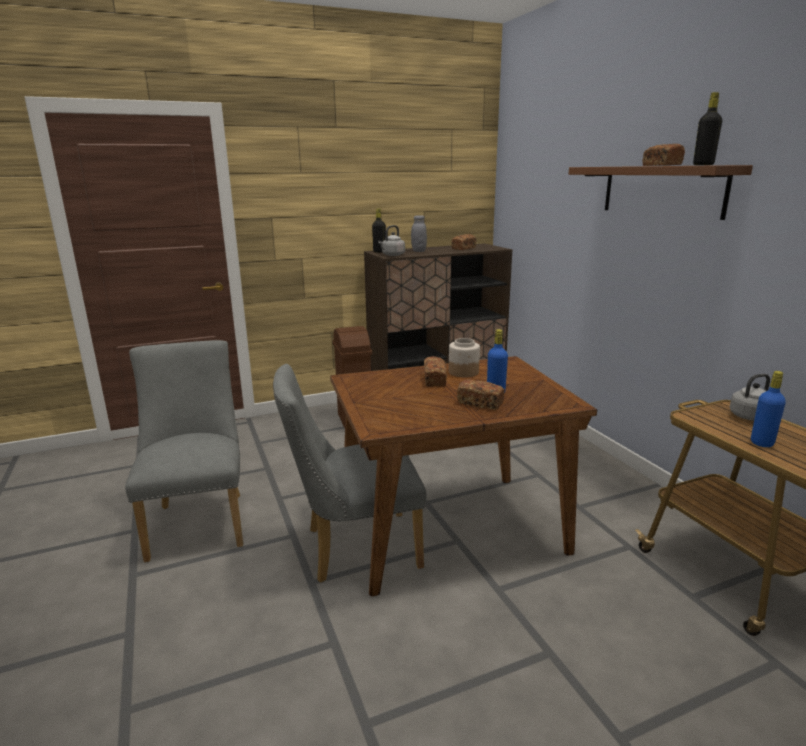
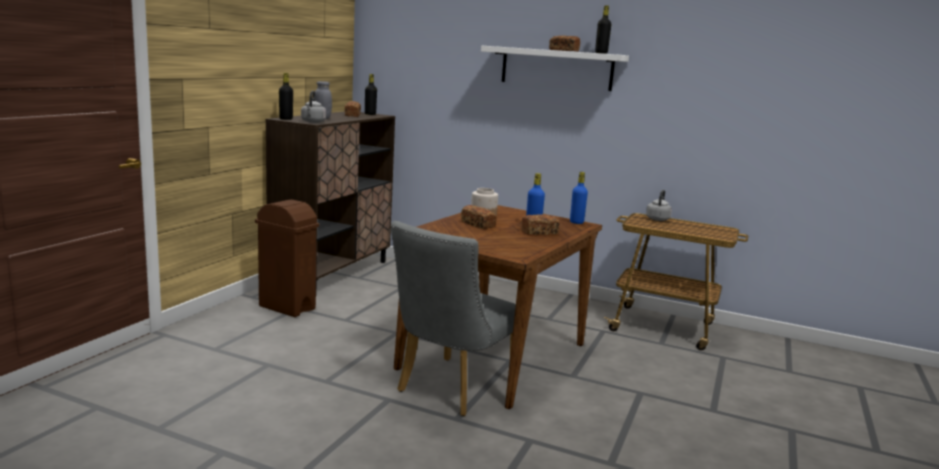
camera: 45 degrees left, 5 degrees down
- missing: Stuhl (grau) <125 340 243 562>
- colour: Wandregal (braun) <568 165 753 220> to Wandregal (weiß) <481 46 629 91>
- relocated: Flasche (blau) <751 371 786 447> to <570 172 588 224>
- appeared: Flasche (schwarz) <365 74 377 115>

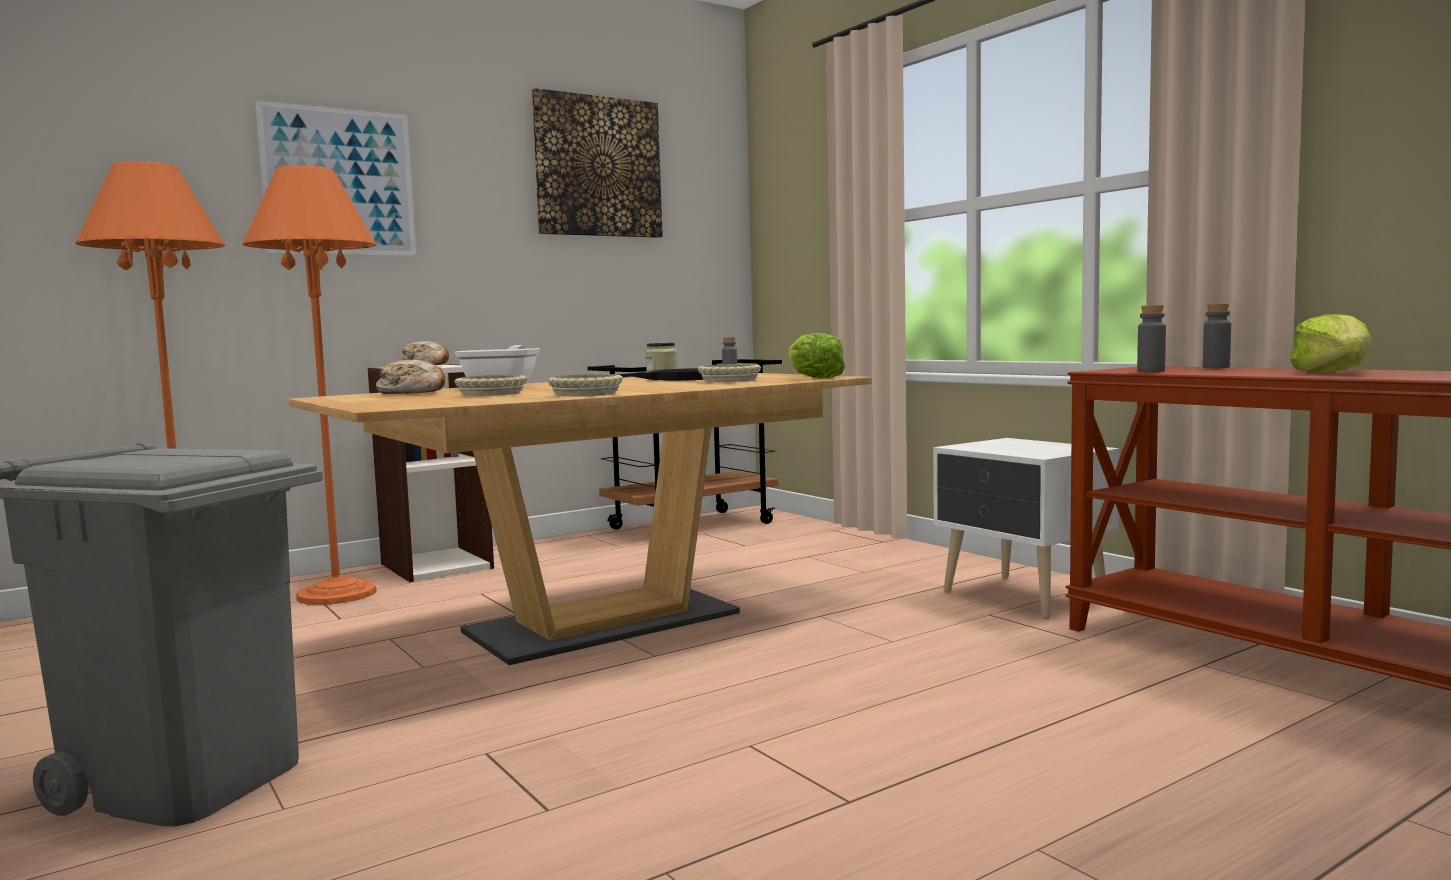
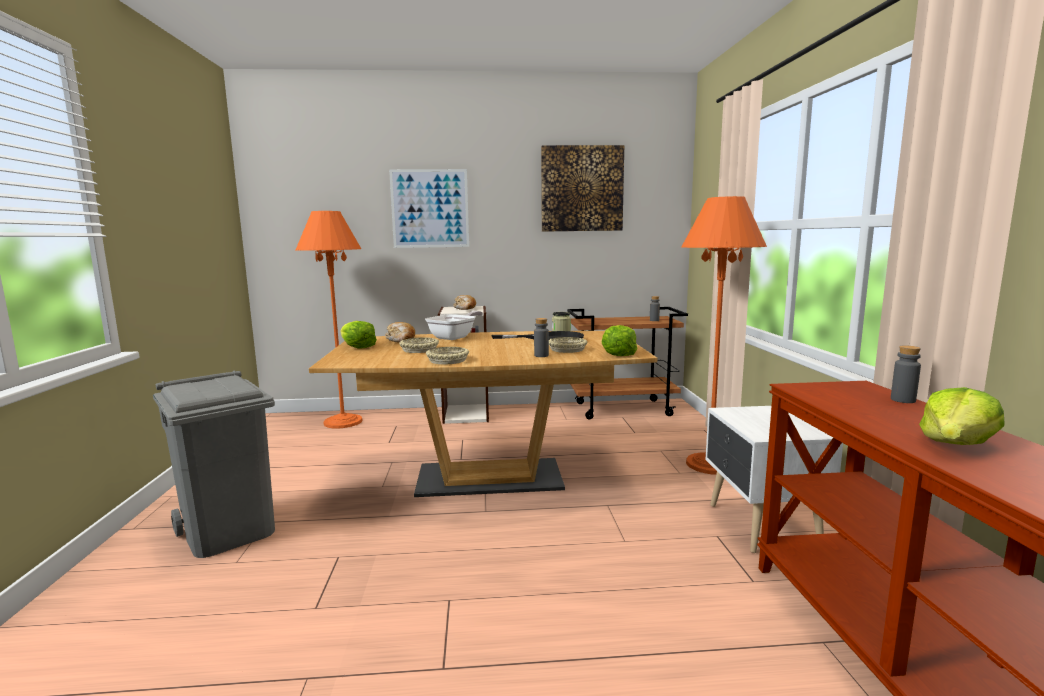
camera: 30 degrees right, 5 degrees up
- relocated: Stehlampe (orange) <242 165 377 605> to <682 196 767 475>
- relocated: Flasche (grau) <1137 305 1166 372> to <534 318 549 357>
- appeared: Salatkopf <340 321 377 349>

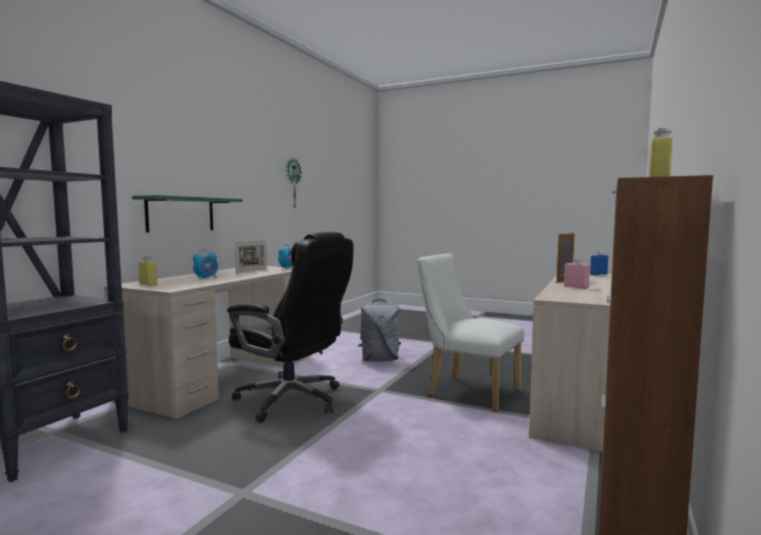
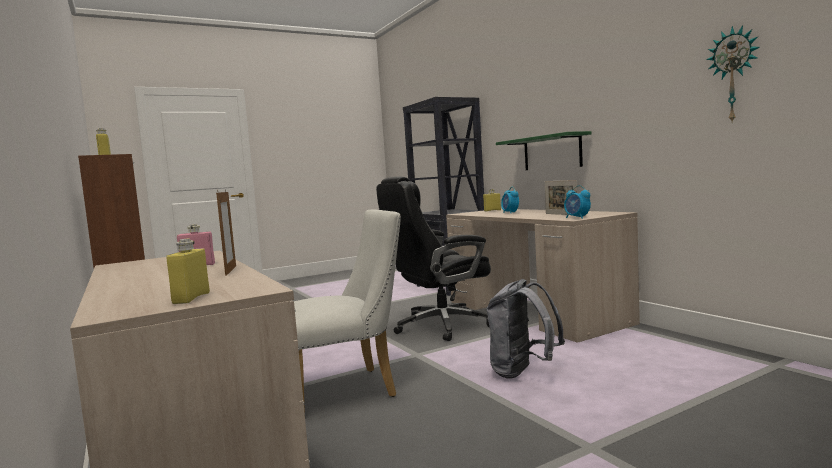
camera: 125 degrees right, 0 degrees up
- colour: Flasche (blau) <590 250 608 276> to Flasche (gelb) <167 239 210 304>

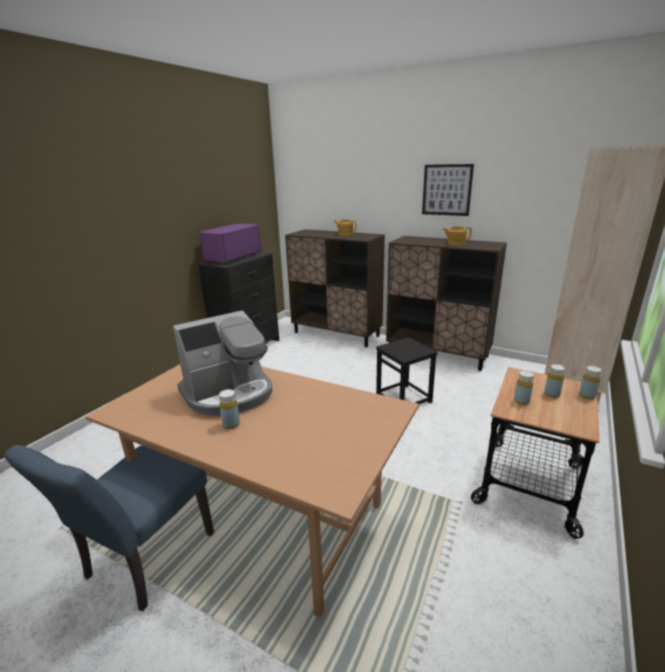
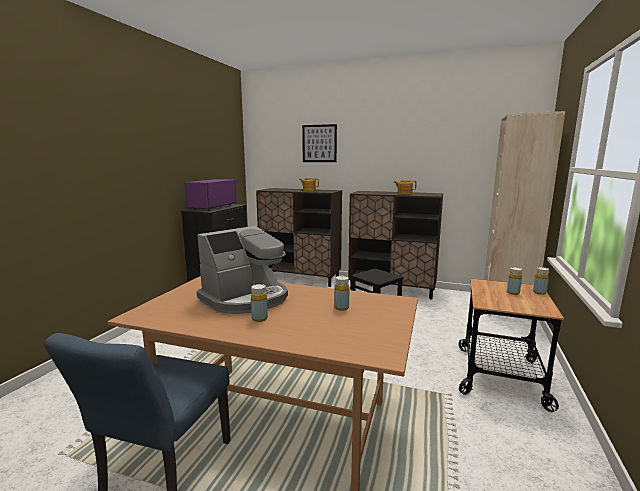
camera: 10 degrees left, 10 degrees down
- relocated: Bild <422 164 474 216> to <302 124 337 162>
- relocated: Flasche (gelb) <514 371 534 405> to <334 276 349 311>

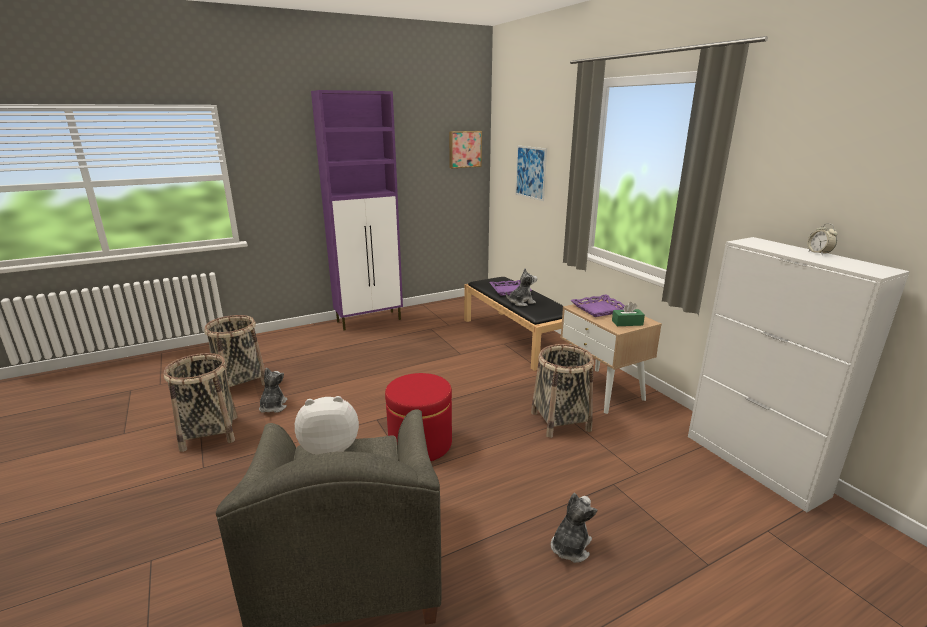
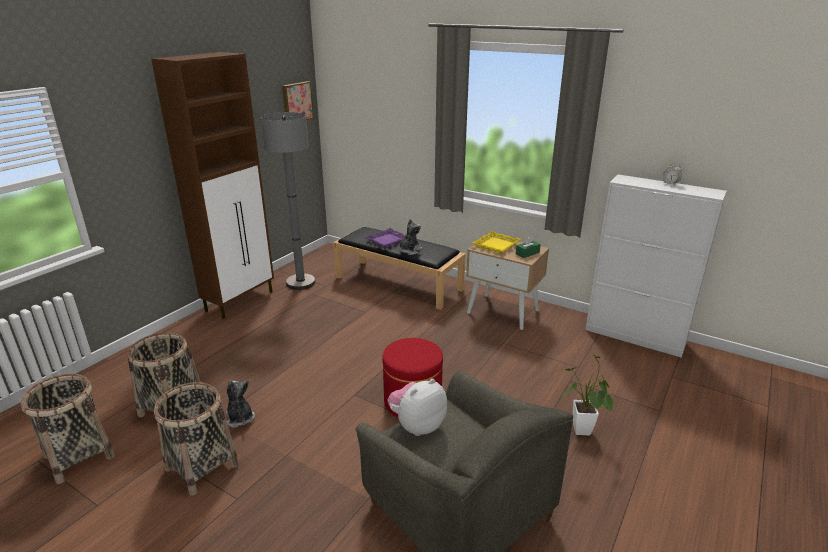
camera: 30 degrees left, 5 degrees up
- colour: Schrank (lila) <311 90 403 331> to Schrank (braun) <151 52 274 319>
- missing: Bild <515 146 547 201>
- relocated: Korb <531 344 594 438> to <21 373 115 484>
- exchanged: Plüschtier <551 493 597 563> to Topfpflanze <562 355 613 435>
- colour: Tablett (lila) <571 294 628 317> to Tablett (gelb) <472 231 521 254>
- appeared: Stehlampe (grau) <261 112 315 290>

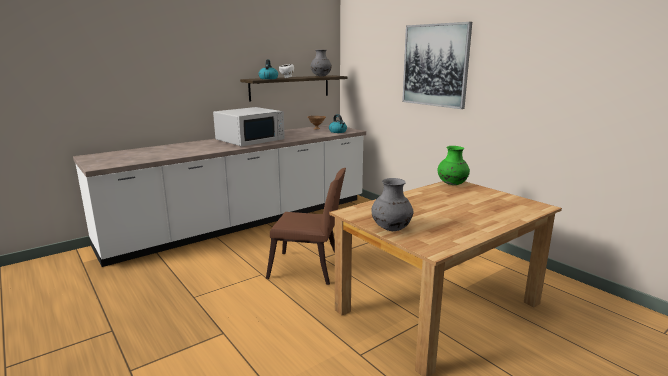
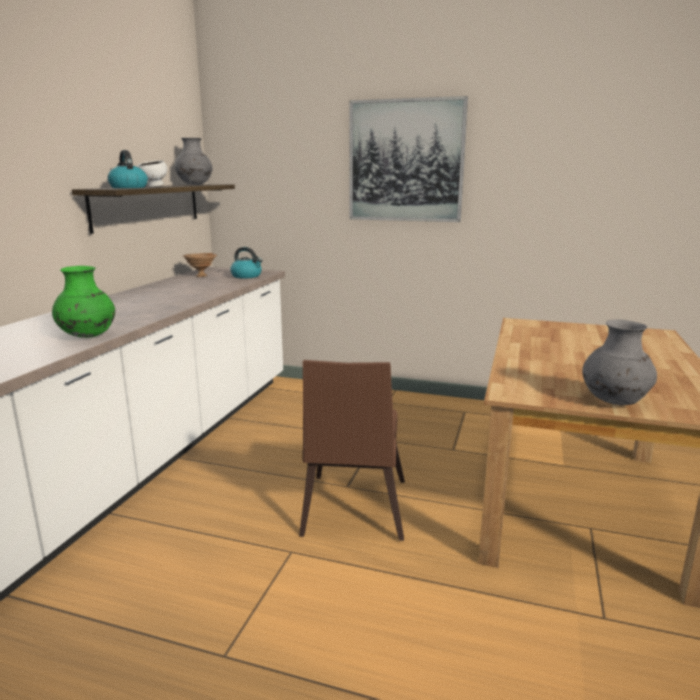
camera: 35 degrees left, 0 degrees up
- missing: Mikrowelle (weiß) <213 107 285 146>
- spun: Stuhl (braun) <266 168 346 285> = <299 360 405 541> 120 degrees clockwise
- relocated: Vase (grün) <437 146 470 185> to <52 266 115 338>

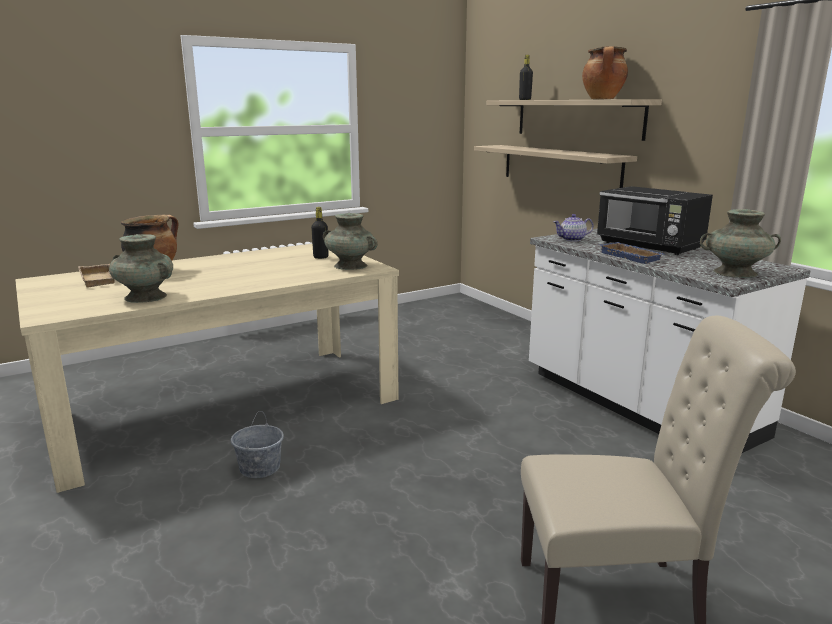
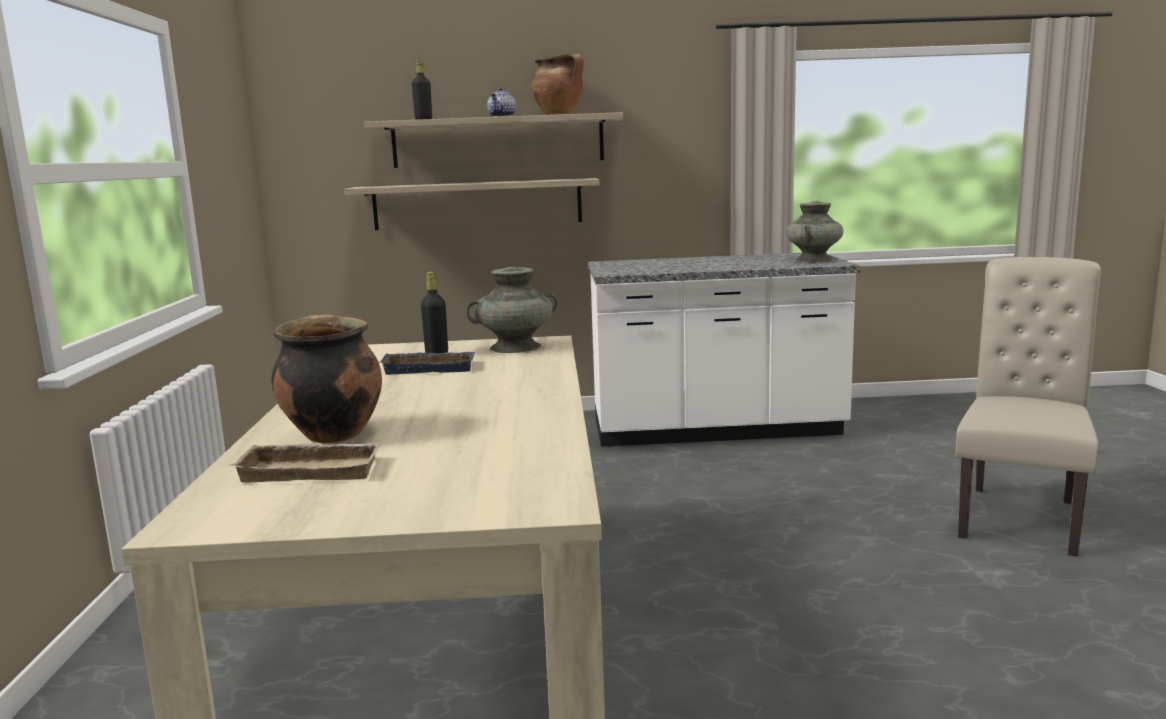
camera: 60 degrees left, 5 degrees down
- missing: Vase (türkis) <109 234 173 303>
- missing: Eimer (grau) <231 411 284 478>
- relocated: Teekanne <554 214 594 242> to <487 88 516 117>
- missing: Mikrowelle (schwarz) <597 186 713 255>
- relocated: Tablett (blau) <599 242 663 264> to <379 352 475 375>

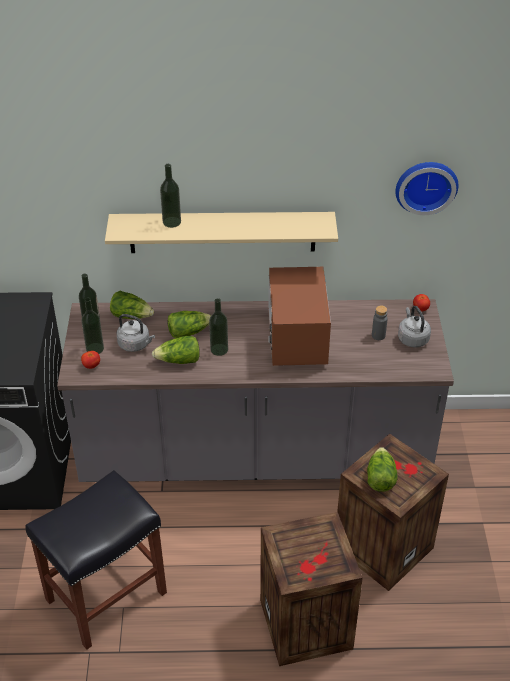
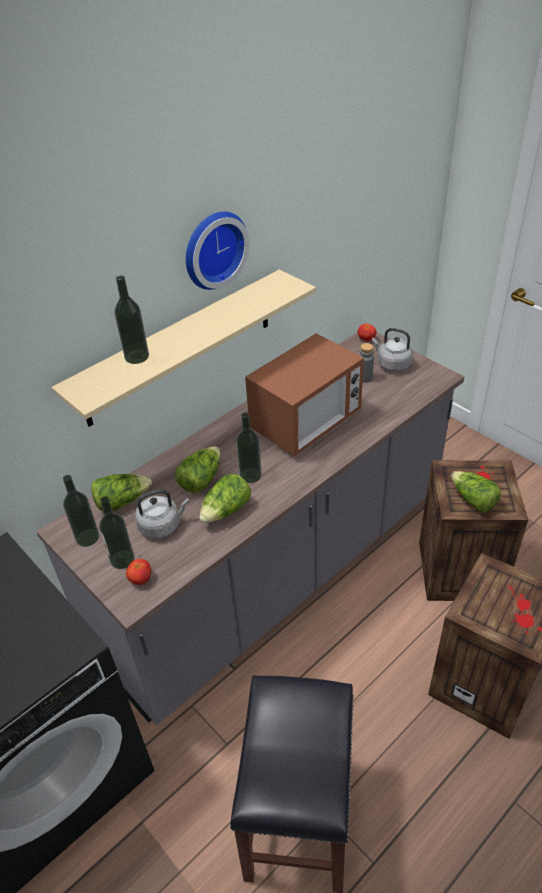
camera: 40 degrees left, 0 degrees up
- spun: Mikrowelle <268 267 331 366> = <245 333 364 456> 90 degrees counterclockwise
- relocated: Wanduhr <395 162 458 215> to <186 212 249 290>

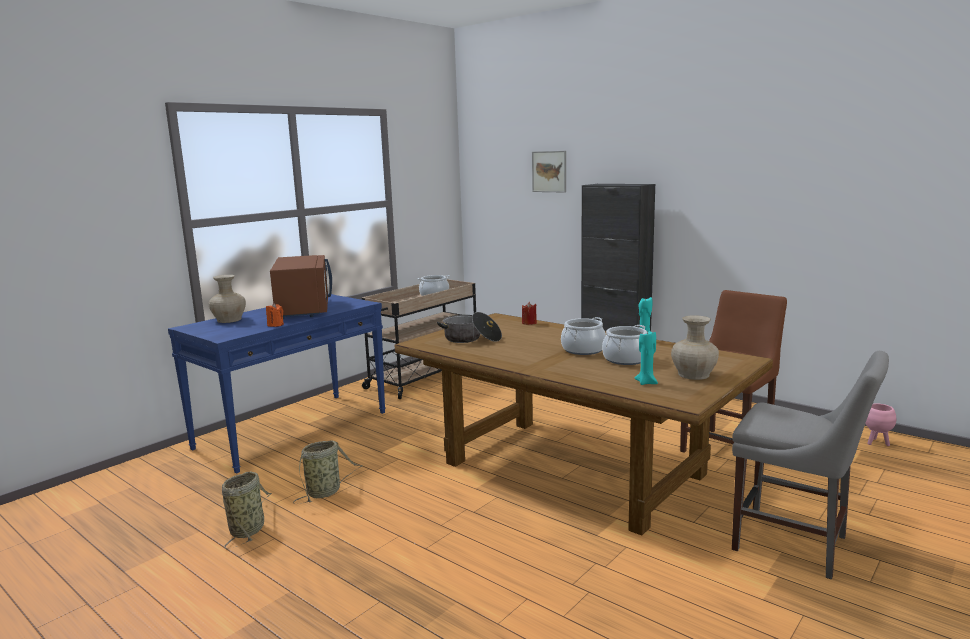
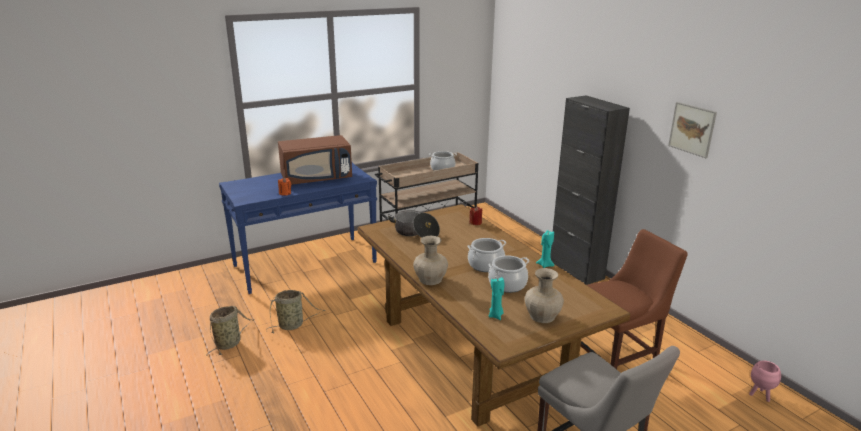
camera: 20 degrees right, 10 degrees up
- relocated: Vase (beige) <209 275 246 323> to <413 236 448 285>
- spun: Mikrowelle (braun) <270 255 332 319> = <278 135 352 185> 60 degrees clockwise
- relocated: Bild <532 151 566 193> to <668 102 717 158>

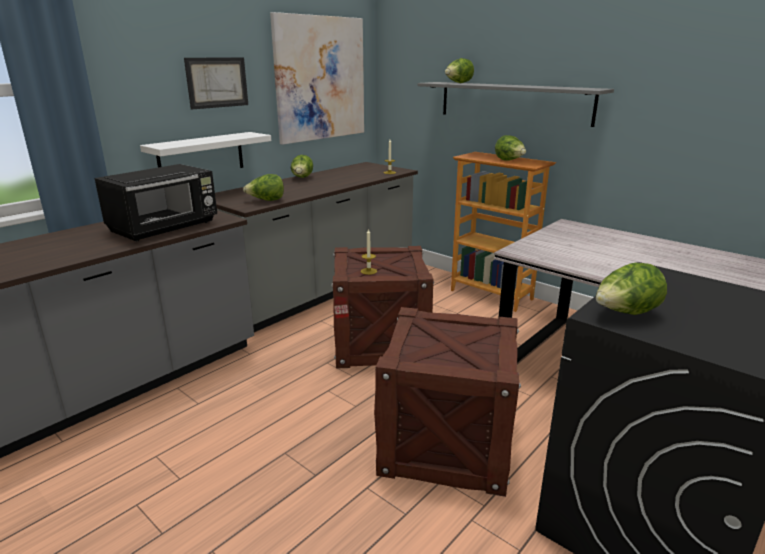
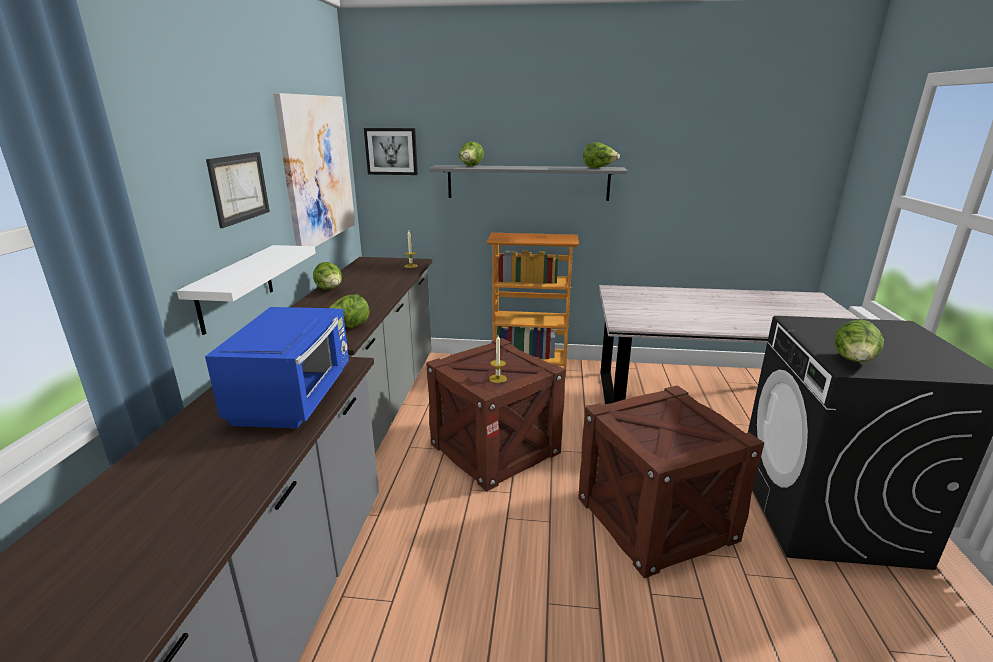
camera: 35 degrees left, 0 degrees up
- colour: Mikrowelle (schwarz) <95 164 217 242> to Mikrowelle (blau) <205 307 349 429>
- relocated: Salatkopf <495 135 526 161> to <583 142 620 168>
- appeared: Bild <364 128 418 175>

